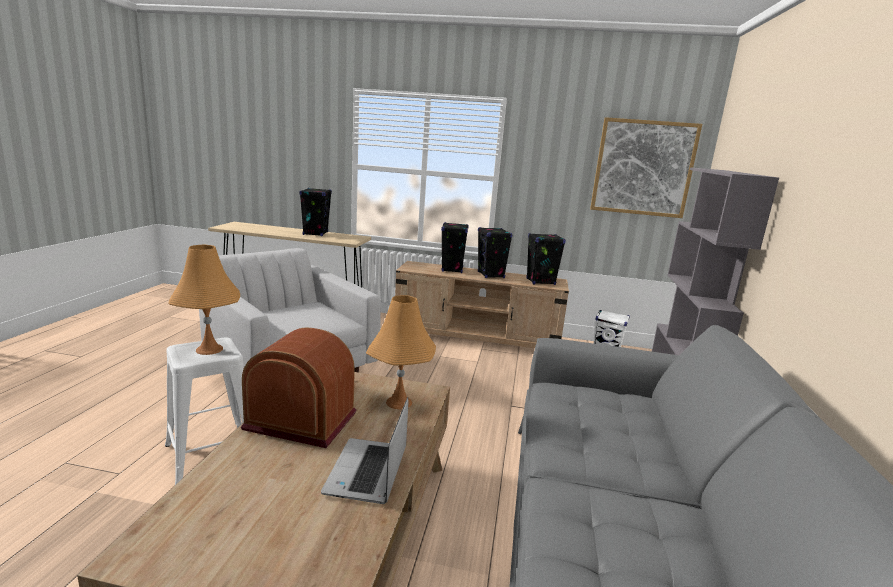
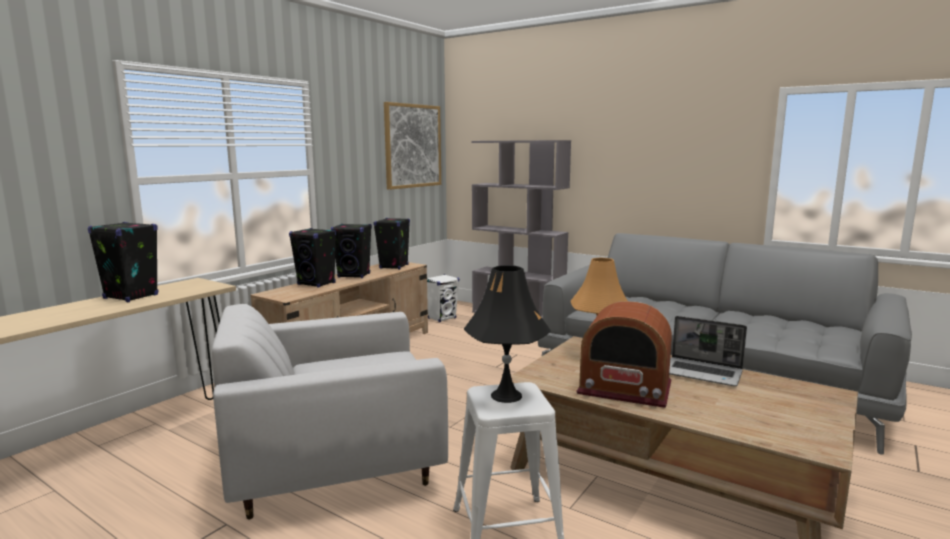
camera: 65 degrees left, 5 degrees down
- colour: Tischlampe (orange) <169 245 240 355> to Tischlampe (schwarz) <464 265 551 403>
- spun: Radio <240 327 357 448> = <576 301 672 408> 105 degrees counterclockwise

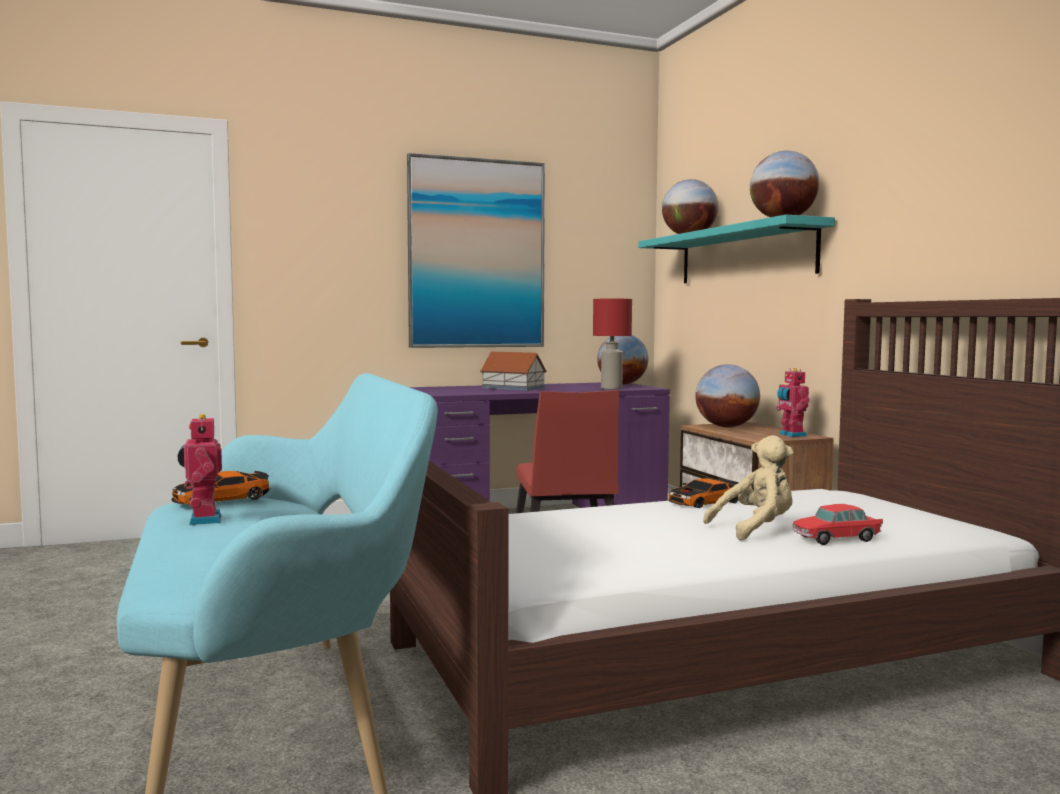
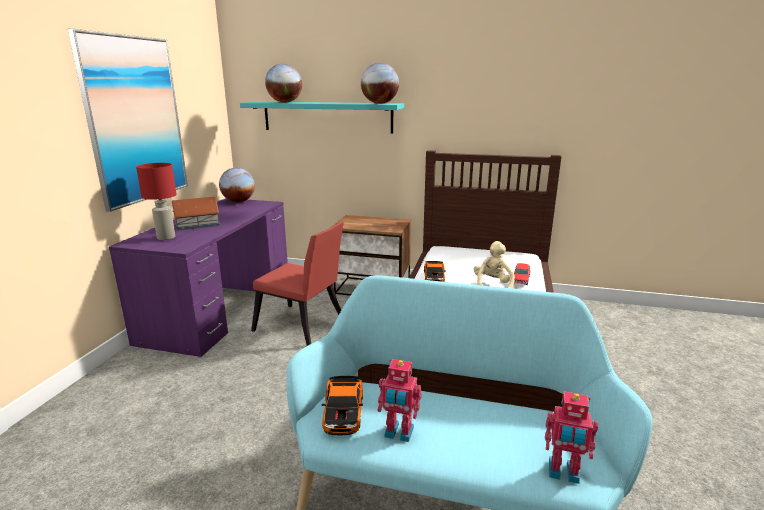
camera: 55 degrees left, 15 degrees up
- relocated: Tischlampe (rot) <593 299 632 390> to <136 163 177 240>
- missing: Globus <695 364 760 427>
- relocated: Spielzeugroboter <776 368 810 437> to <545 391 598 484>

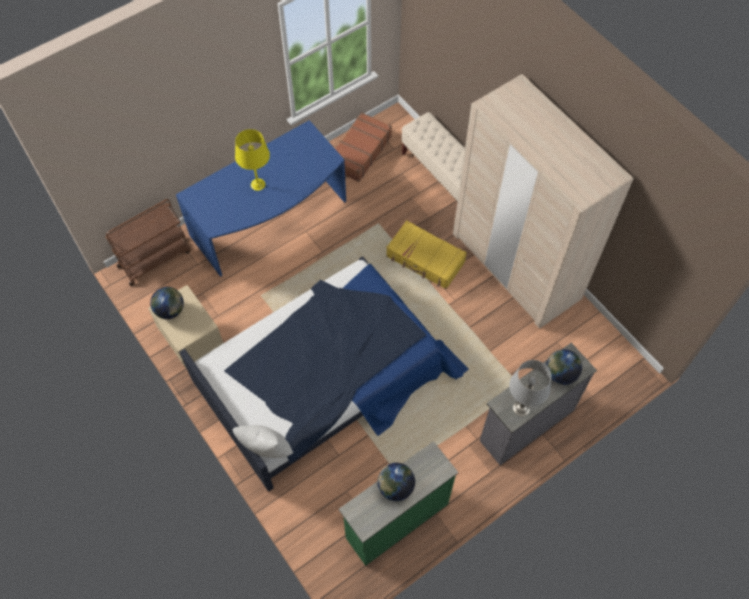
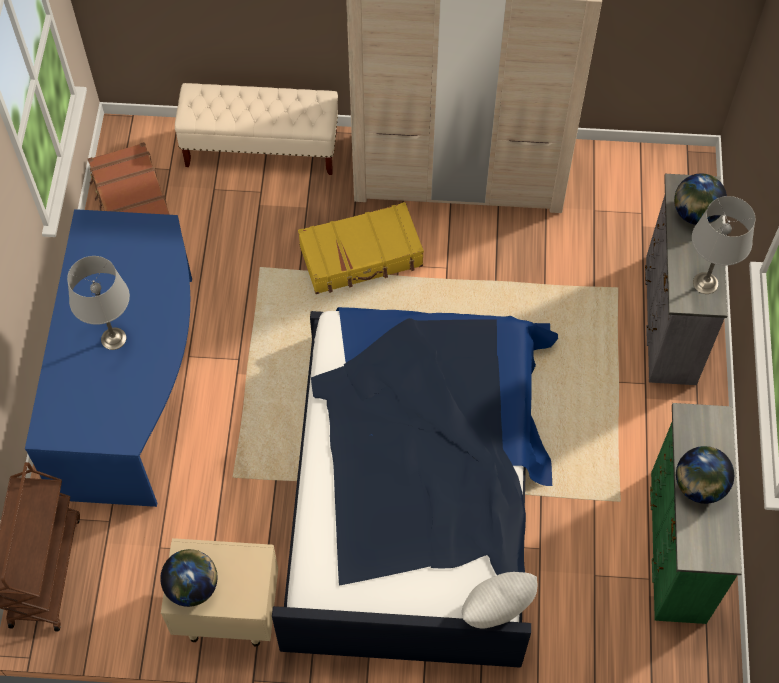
camera: 50 degrees left, 0 degrees up
- colour: Tischlampe (gelb) <235 129 270 191> to Tischlampe (grau) <67 256 130 350>

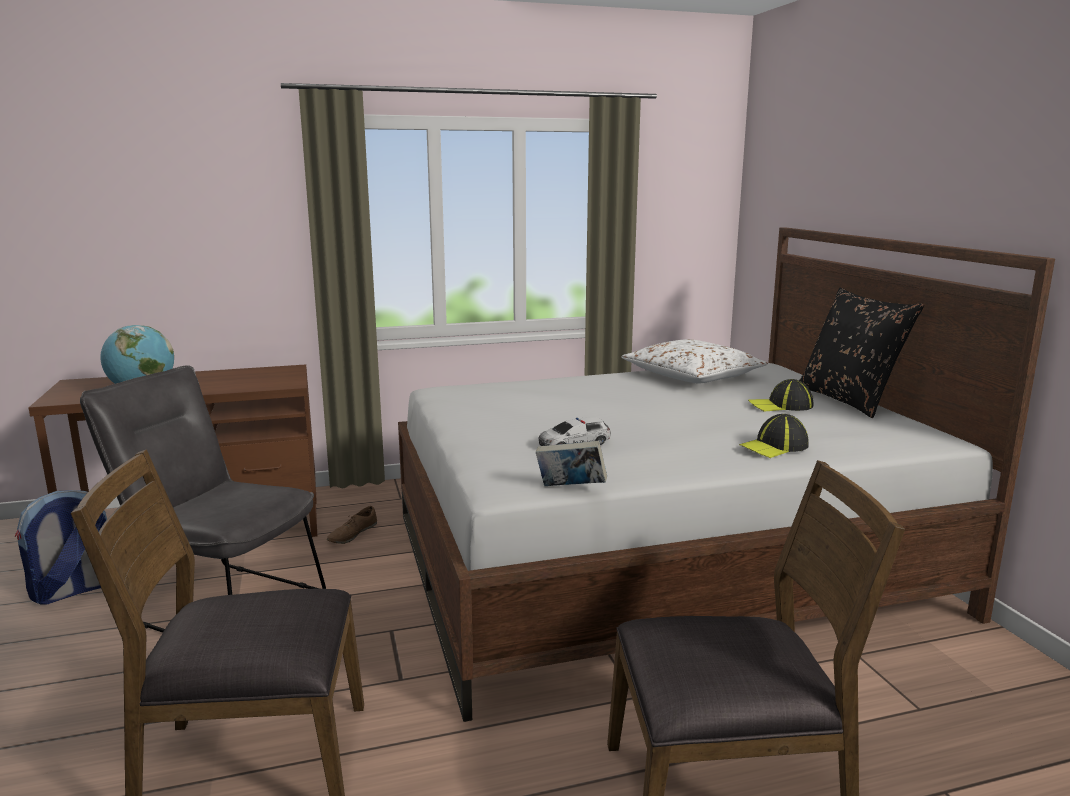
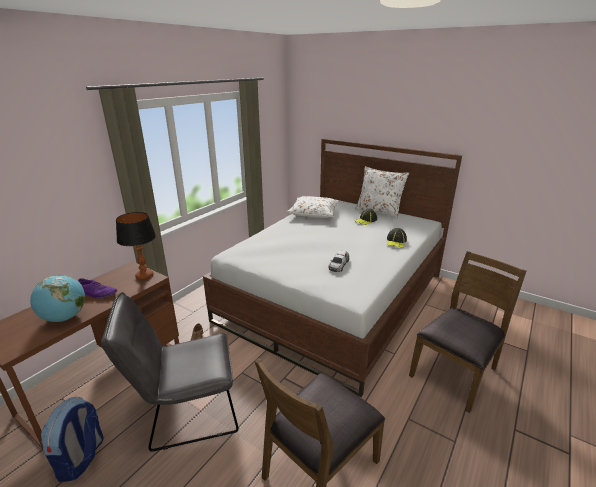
camera: 40 degrees left, 10 degrees up
- missing: Buch <536 441 607 486>
- colour: Kissen (schwarz) <799 288 924 418> to Kissen (weiß) <355 166 409 218>
- appeared: Schuh (lila) <78 278 117 299>
- appeared: Tischlampe <116 212 156 280>

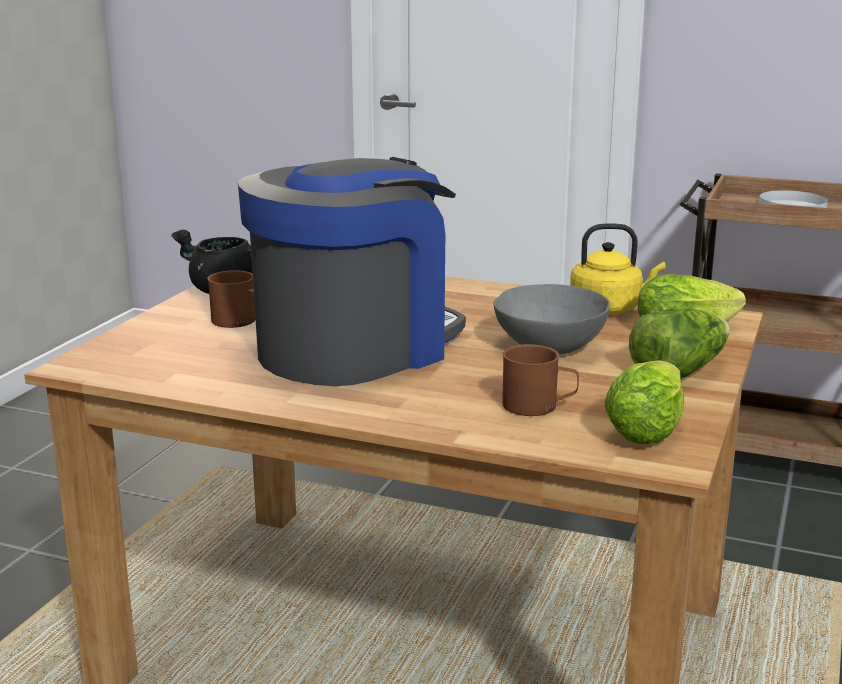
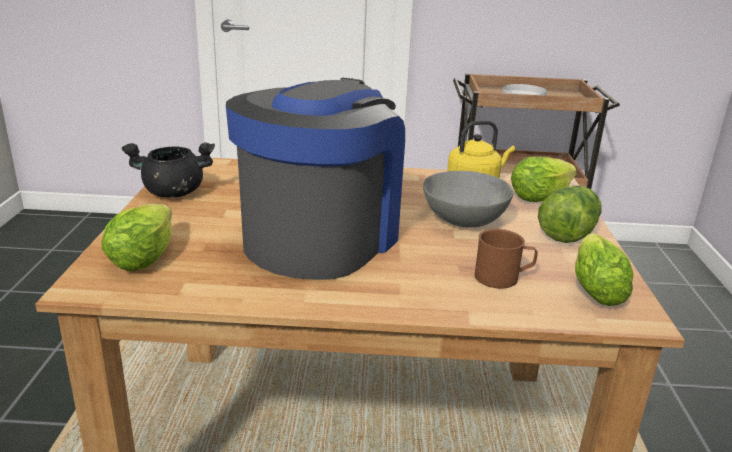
camera: 20 degrees left, 5 degrees up
- missing: Henkelbecher (braun) <207 270 256 328>
- appeared: Salatkopf <102 204 172 271>

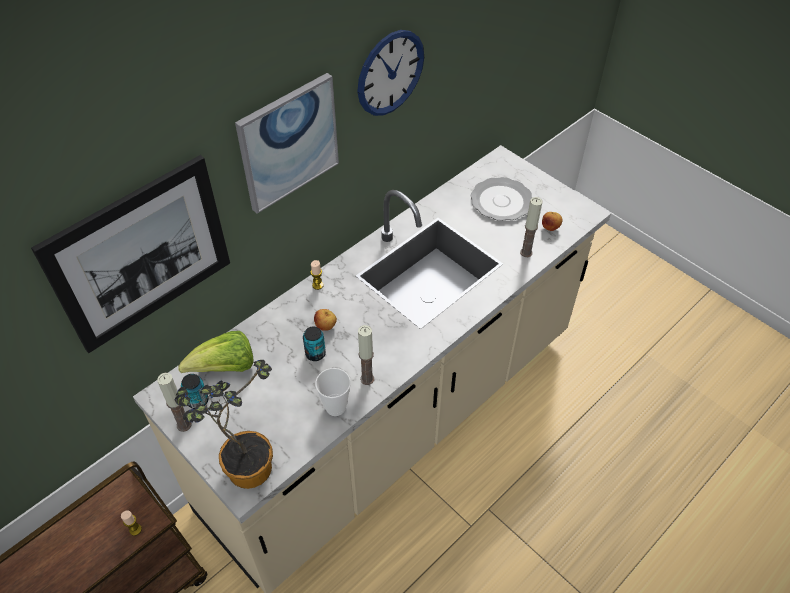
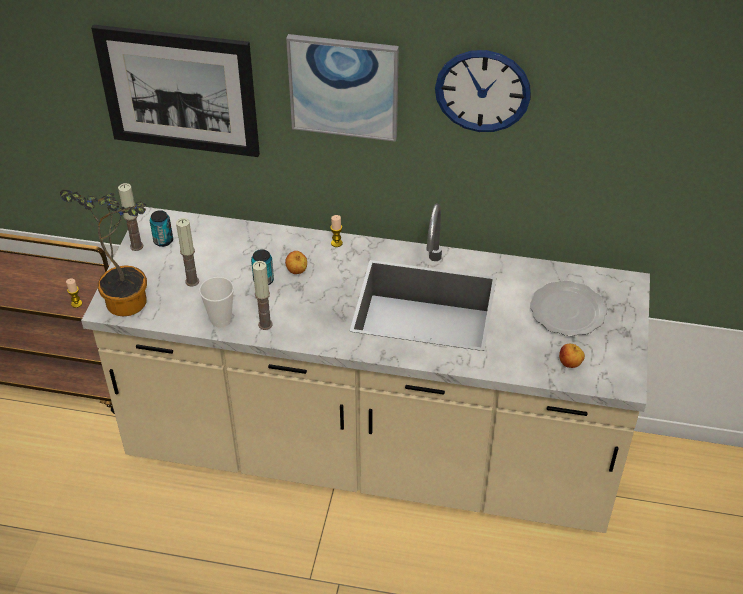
camera: 55 degrees right, 5 degrees down
- missing: Salatkopf <178 331 253 373>
- relocated: Kerze <520 197 543 257> to <176 218 199 287>

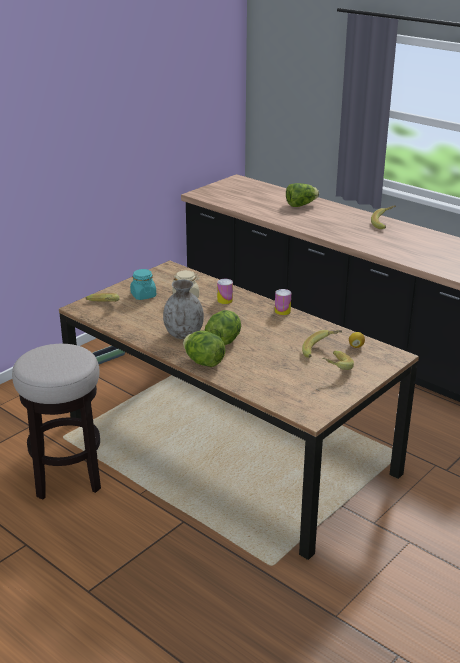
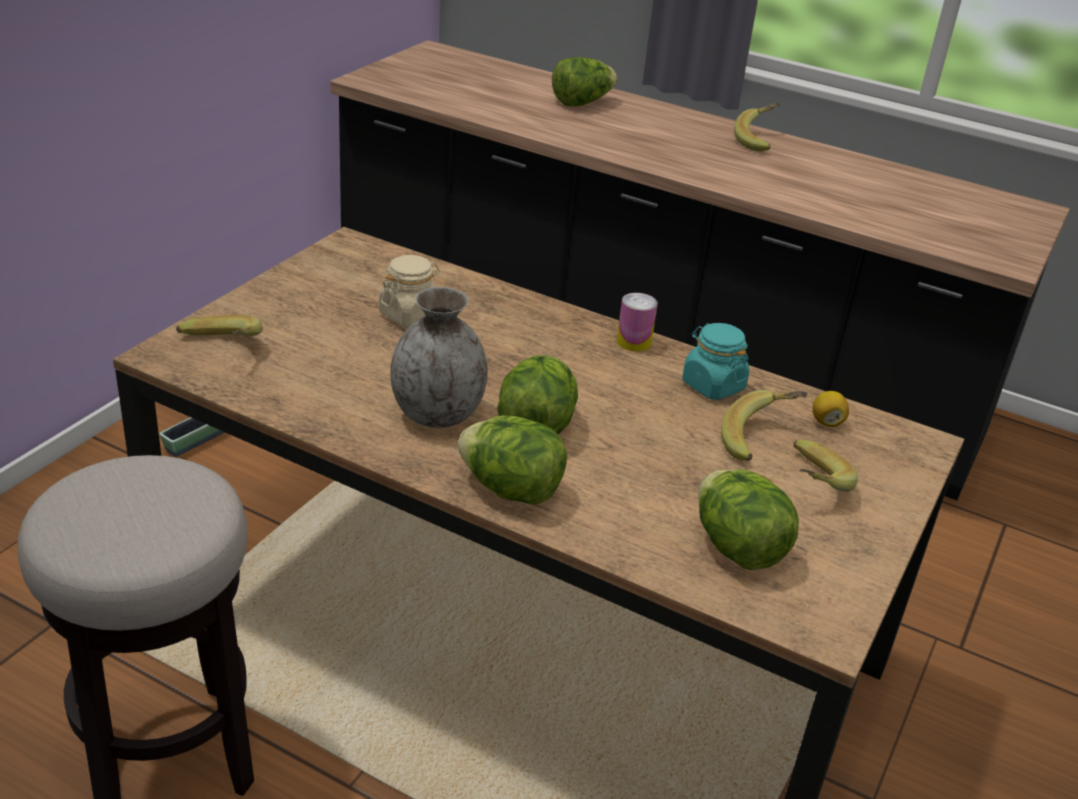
camera: 15 degrees left, 5 degrees up
- relocated: Vorratsglas (türkis) <130 269 156 300> to <682 323 749 400>
- missing: Dose <217 279 233 304>
- appeared: Salatkopf <698 469 799 570>

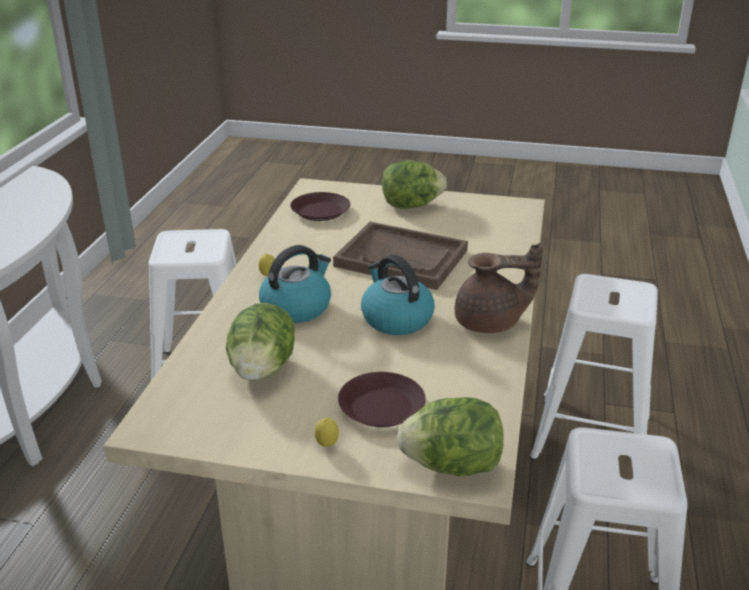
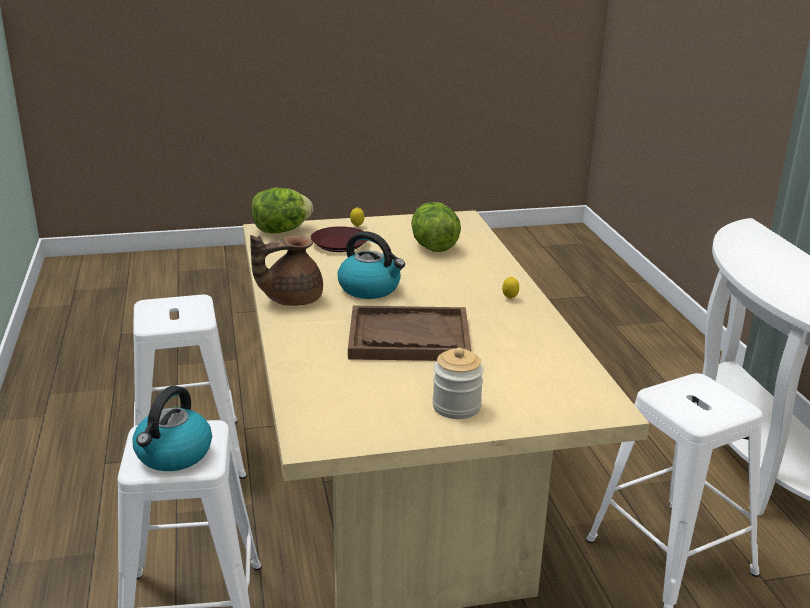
camera: 155 degrees right, 5 degrees down
- relocated: Wasserkessel <259 245 331 323> to <132 386 212 471>
- missing: Teller (braun) <290 192 350 221>
- exchanged: Salatkopf <382 160 447 209> to Vorratsglas <432 348 484 419>

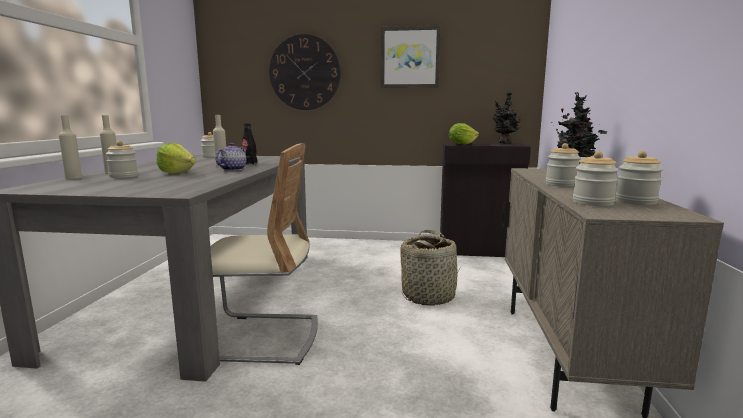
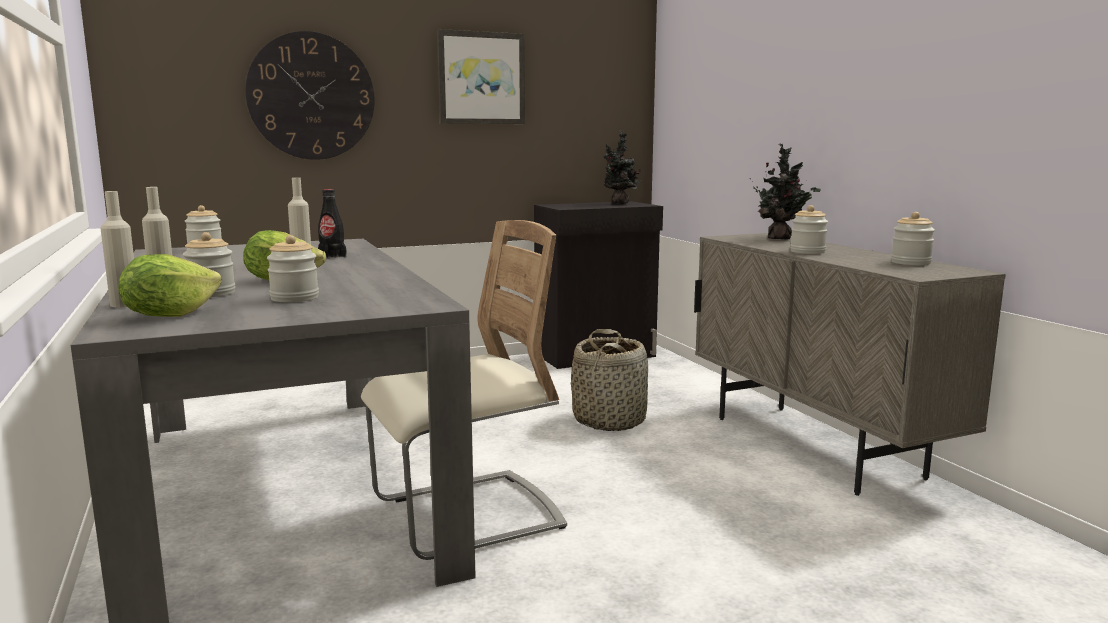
camera: 30 degrees left, 0 degrees up
- missing: Teekanne <215 143 247 171>
- relocated: Salatkopf <449 123 479 145> to <118 254 222 317>
- relocated: Vorratsglas <573 151 619 206> to <267 235 319 302>

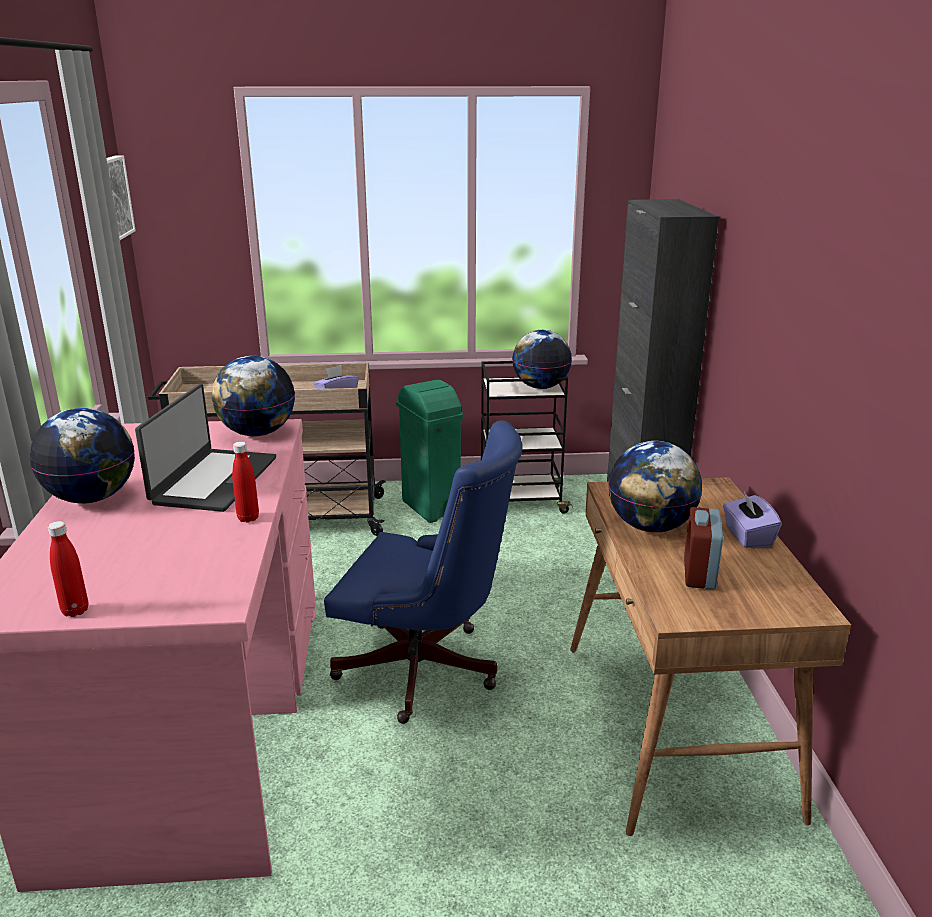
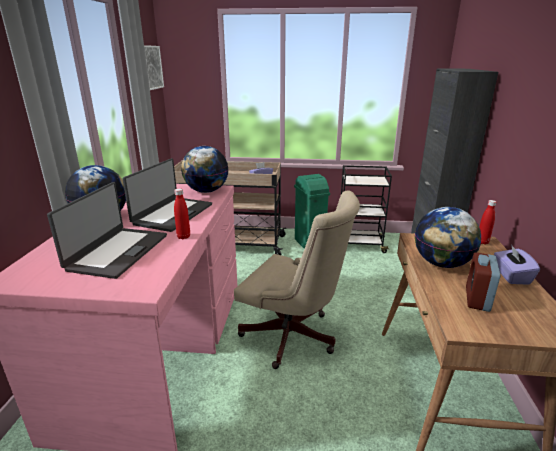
camera: 10 degrees right, 0 degrees up
- relocated: Flasche (rot) <48 521 88 617> to <479 200 497 245>
- colour: Bürostuhl (blau) <324 421 523 724> to Bürostuhl (beige) <234 191 360 369>
- missing: Globus <512 330 572 389>
- appeared: Laptop <47 182 167 279>

